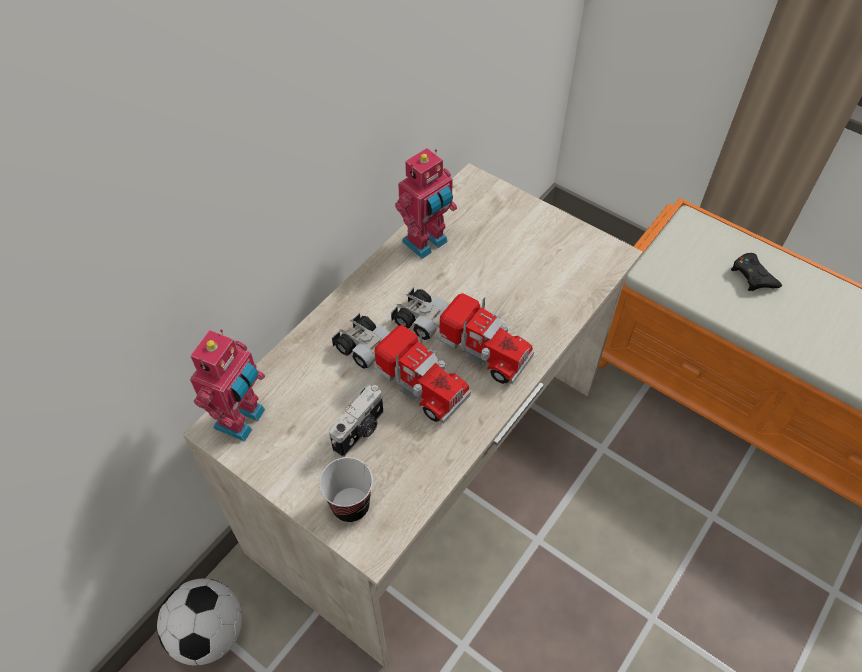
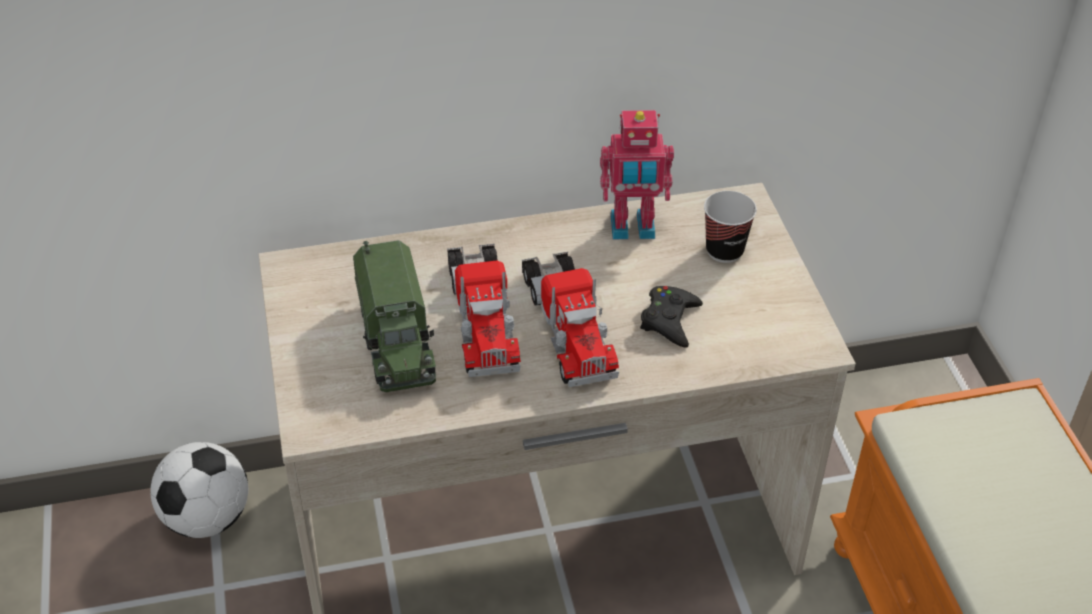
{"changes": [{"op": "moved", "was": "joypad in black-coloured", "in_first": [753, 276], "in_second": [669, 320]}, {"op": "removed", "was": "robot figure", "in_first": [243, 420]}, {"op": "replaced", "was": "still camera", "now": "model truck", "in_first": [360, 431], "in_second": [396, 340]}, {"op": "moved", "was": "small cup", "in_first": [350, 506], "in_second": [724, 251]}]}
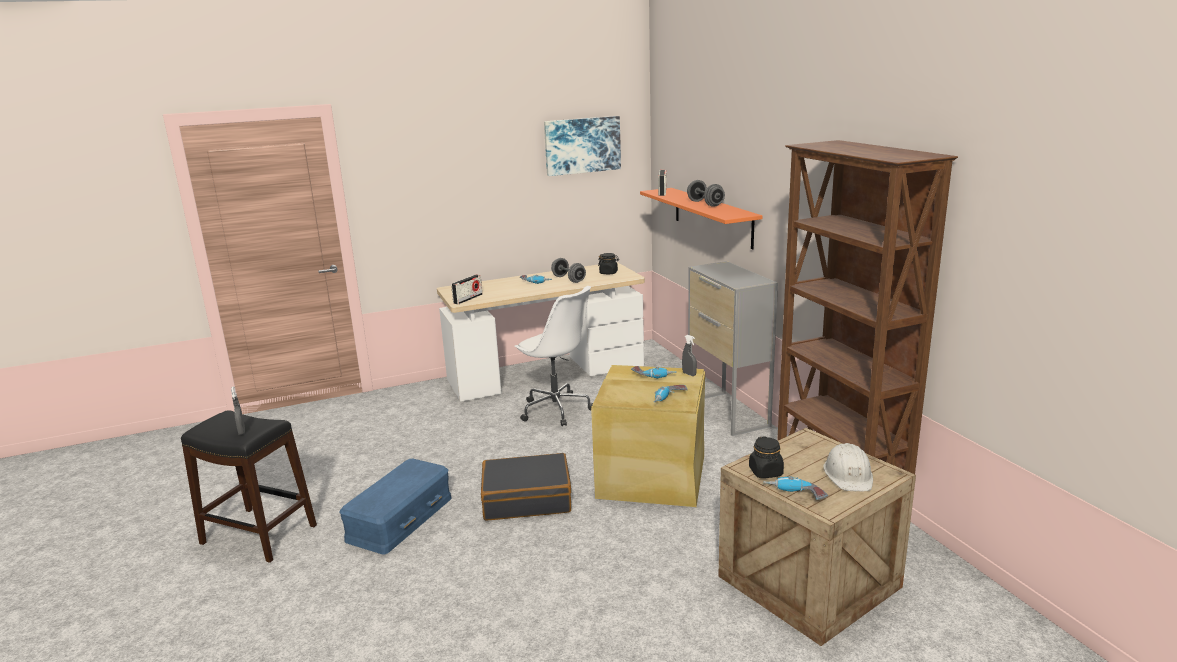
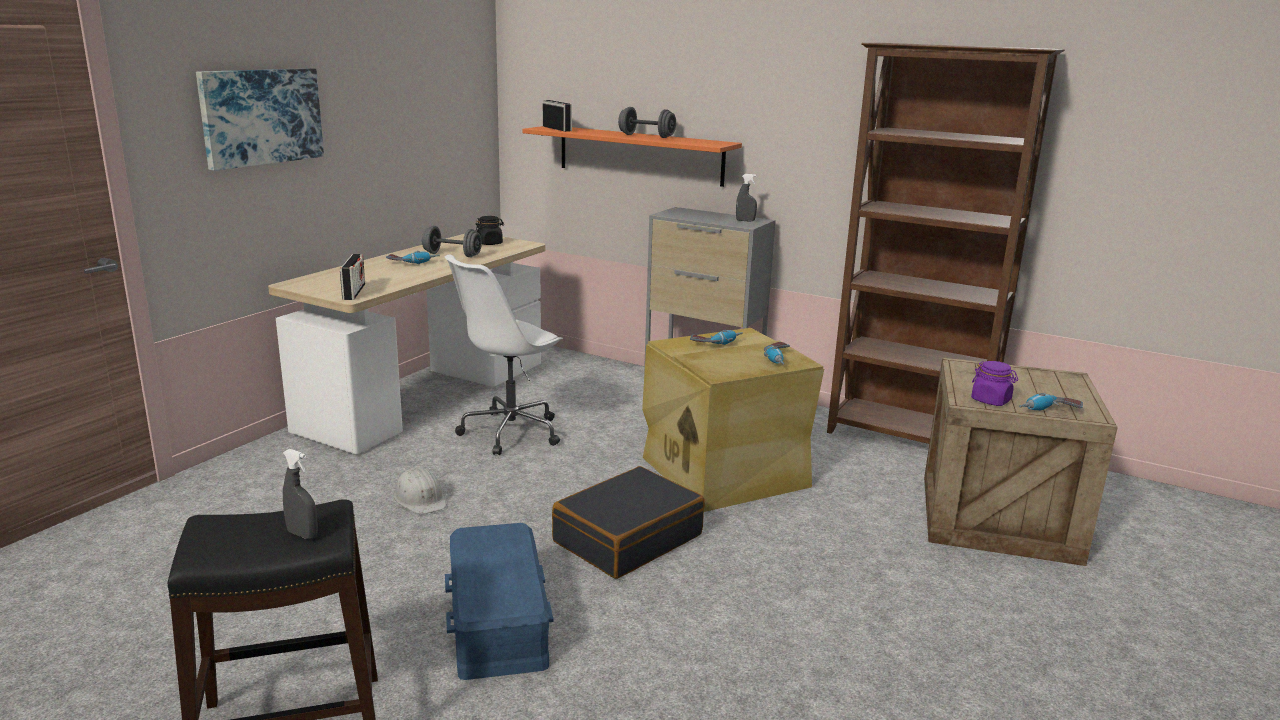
{"changes": [{"op": "moved", "was": "wall art", "in_first": [582, 145], "in_second": [261, 116]}, {"op": "turned", "was": "desk chair in white-coloured", "in_first": [557, 410], "in_second": [509, 433], "clockwise": 135}, {"op": "moved", "was": "spray bottle in gray", "in_first": [689, 374], "in_second": [745, 220]}, {"op": "recoloured", "was": "jar in black-coloured", "now": "jar in purple-coloured", "in_first": [766, 472], "in_second": [991, 400]}, {"op": "moved", "was": "hard hat in white-coloured", "in_first": [848, 475], "in_second": [420, 499]}]}
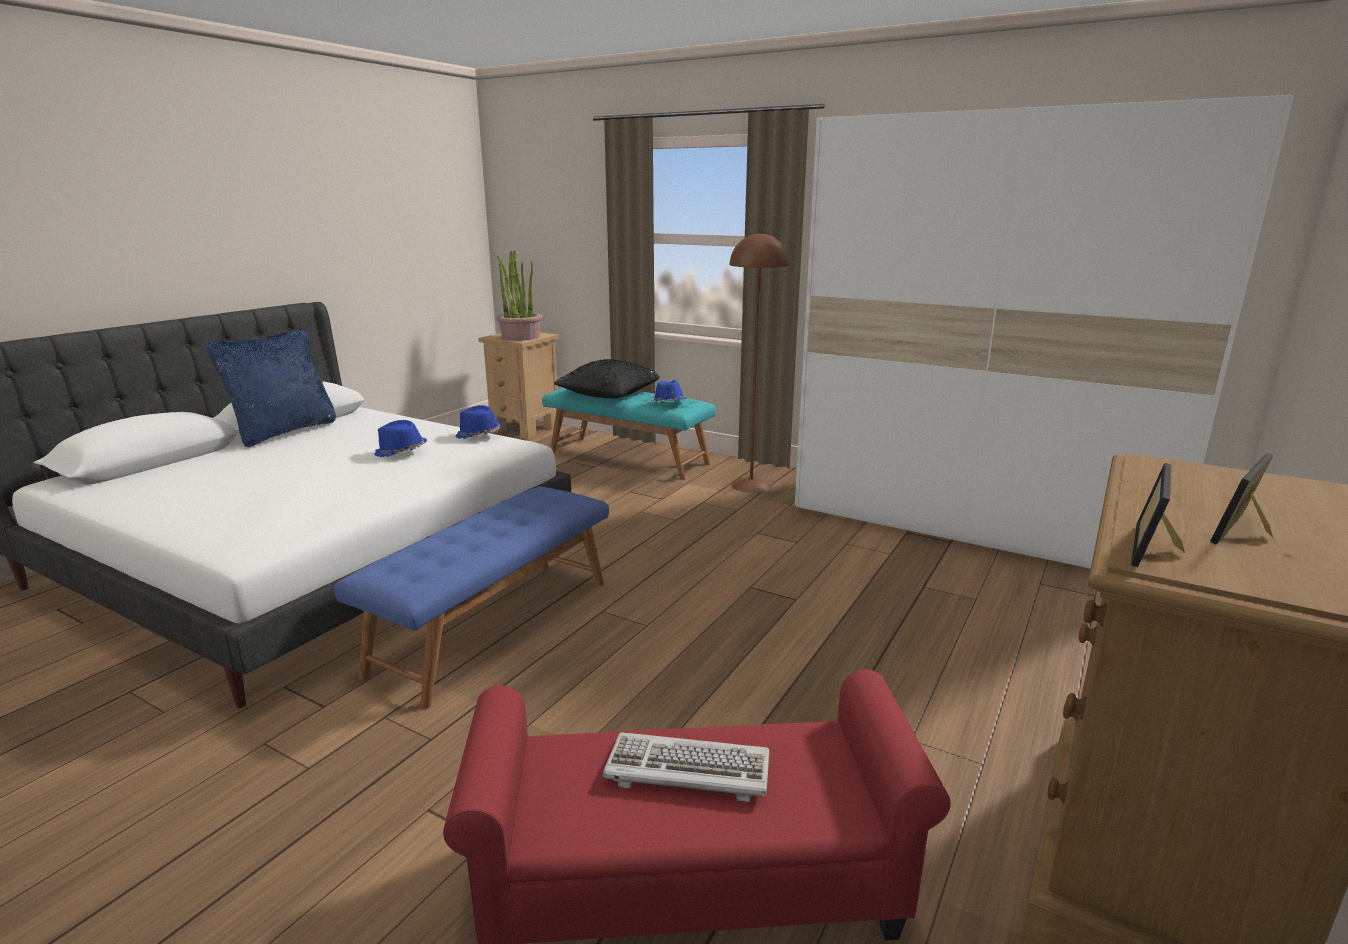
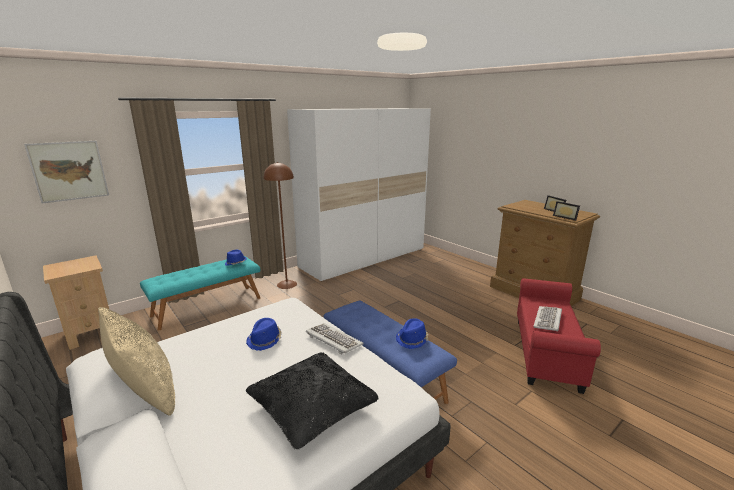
{"changes": [{"op": "removed", "was": "plant in a pot", "in_first": [520, 337]}, {"op": "recoloured", "was": "throw pillow in bluish", "now": "throw pillow in beige", "in_first": [286, 433], "in_second": [146, 395]}, {"op": "moved", "was": "throw pillow in black-coloured", "in_first": [609, 393], "in_second": [312, 406]}, {"op": "moved", "was": "hat in bluish", "in_first": [479, 435], "in_second": [412, 339]}, {"op": "added", "now": "wall art", "in_second": [69, 171]}, {"op": "added", "now": "PC keyboard", "in_second": [333, 340]}]}
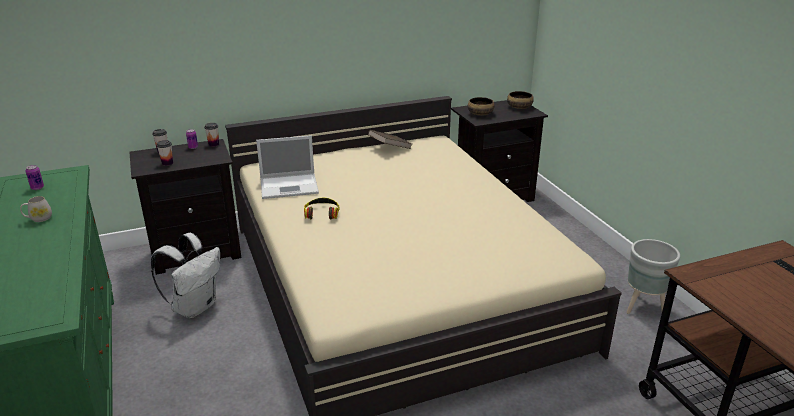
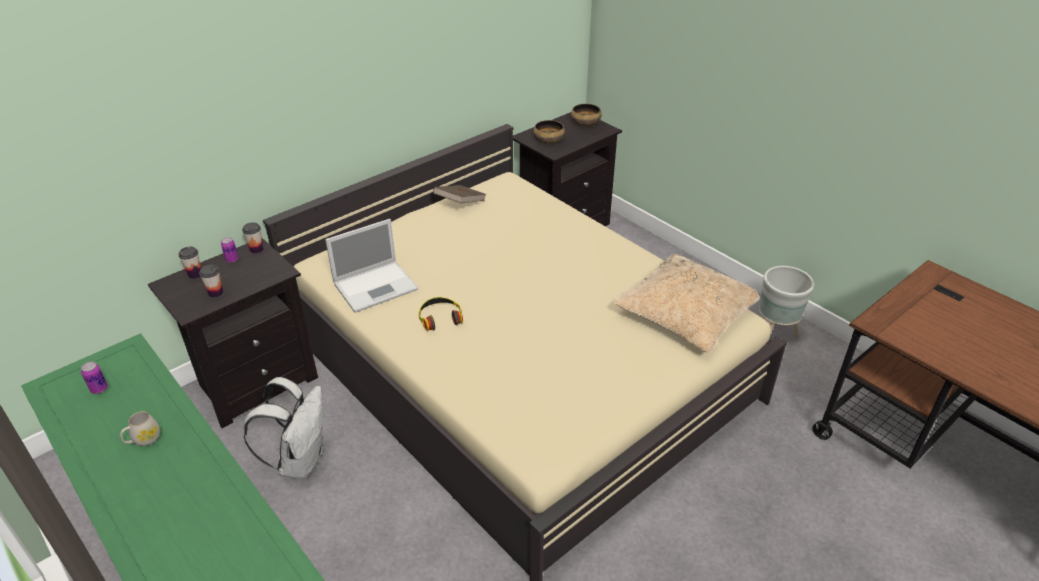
{"changes": [{"op": "added", "now": "throw pillow in beige", "in_second": [686, 313]}]}
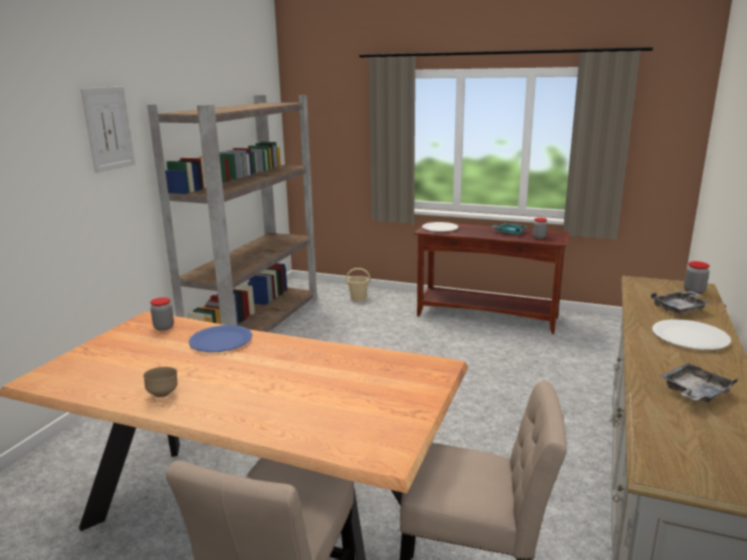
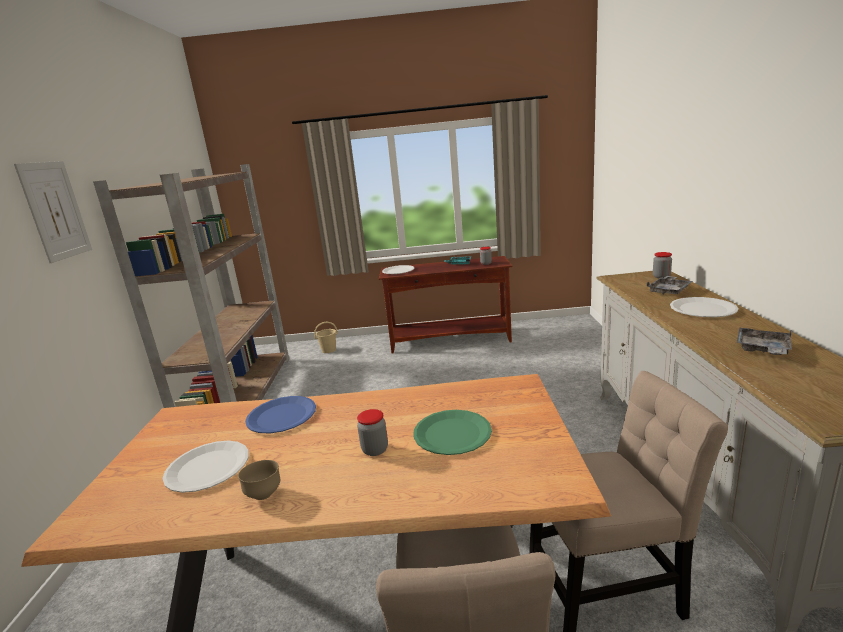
{"changes": [{"op": "moved", "was": "jar", "in_first": [164, 327], "in_second": [375, 450]}, {"op": "added", "now": "dinner plate in greenish", "in_second": [452, 433]}, {"op": "added", "now": "dinner plate in white-coloured", "in_second": [208, 467]}]}
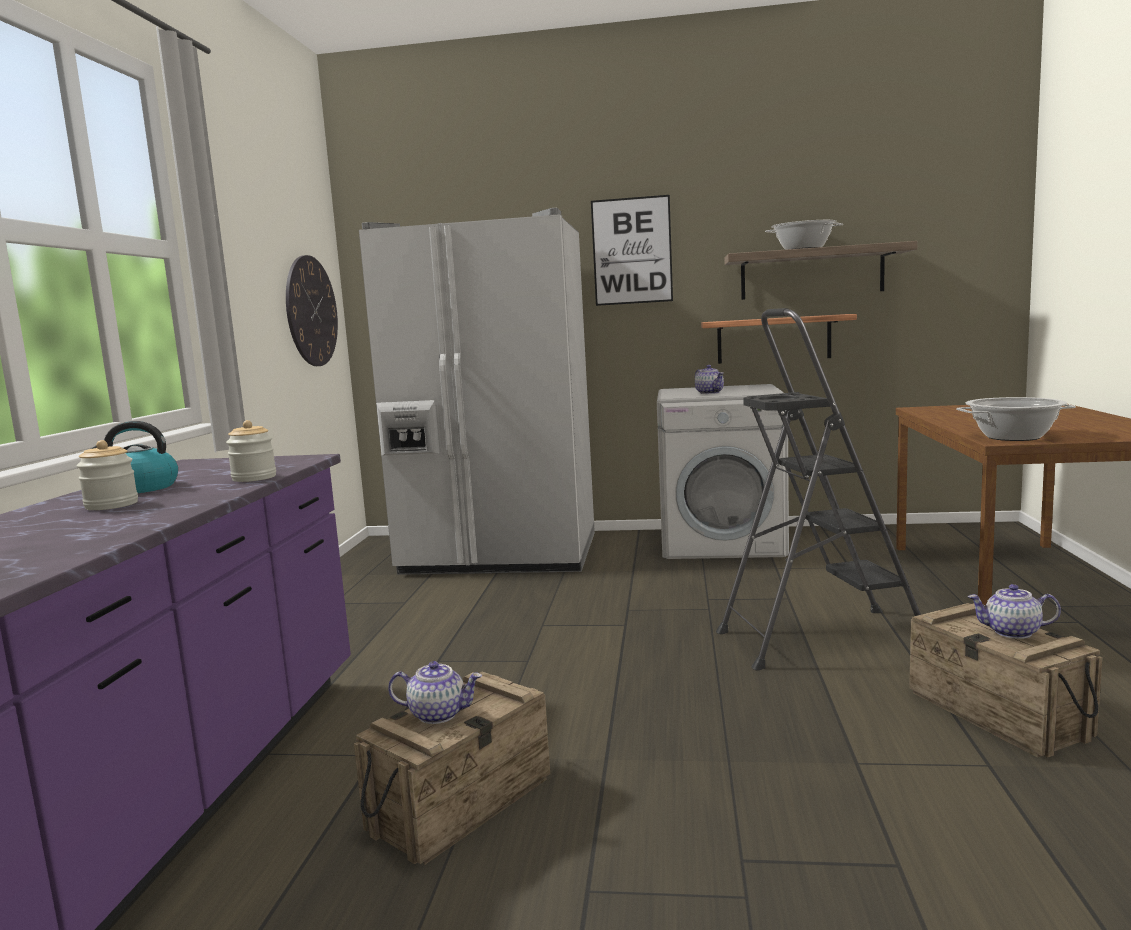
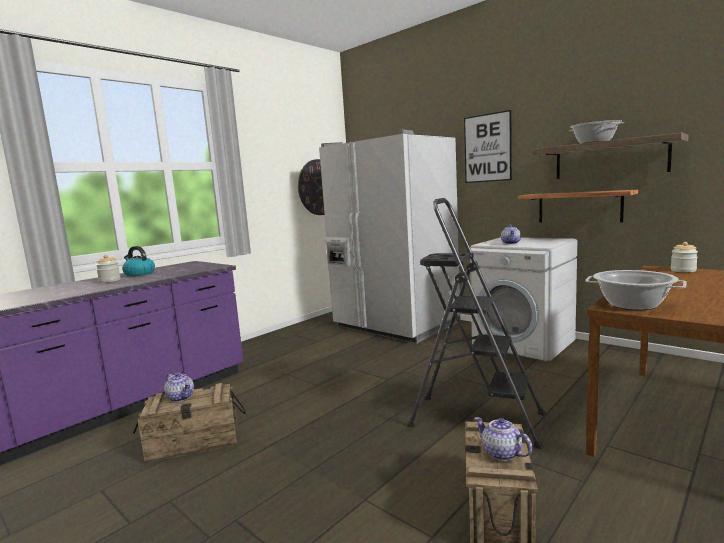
{"changes": [{"op": "moved", "was": "jar", "in_first": [254, 478], "in_second": [683, 270]}]}
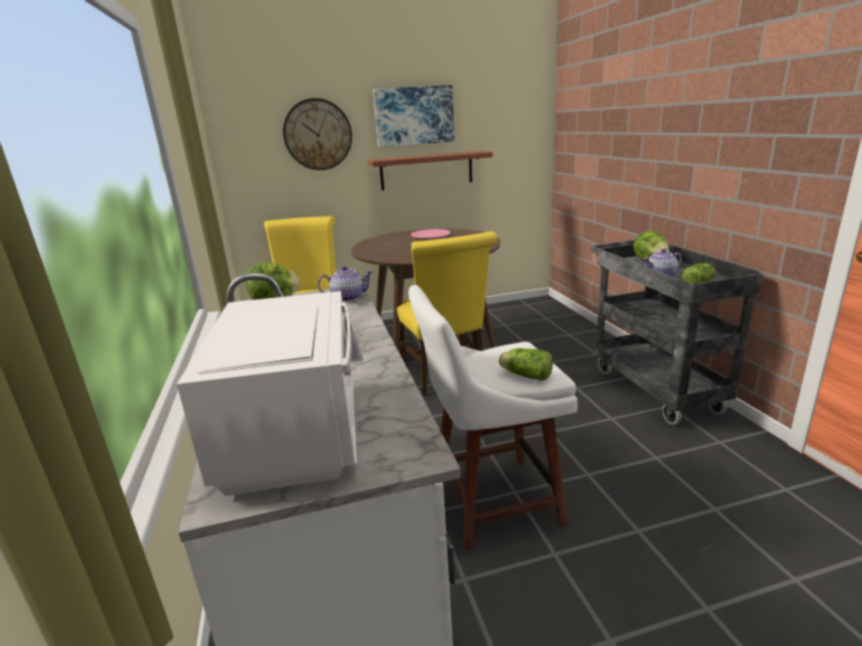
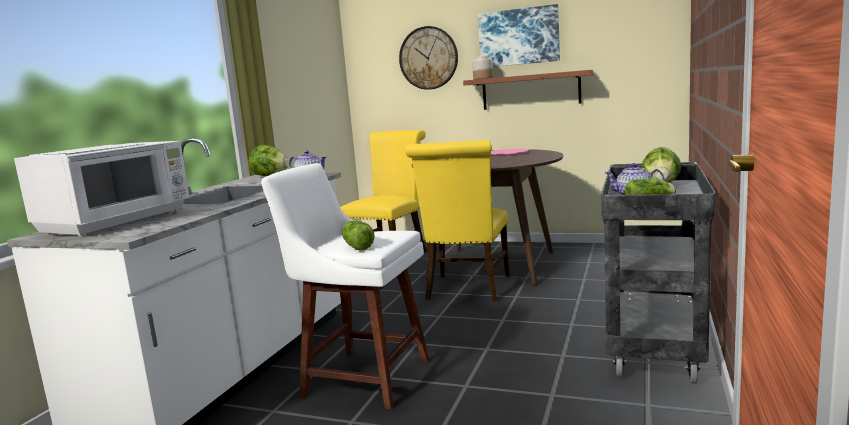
{"changes": [{"op": "added", "now": "jar", "in_second": [482, 78]}]}
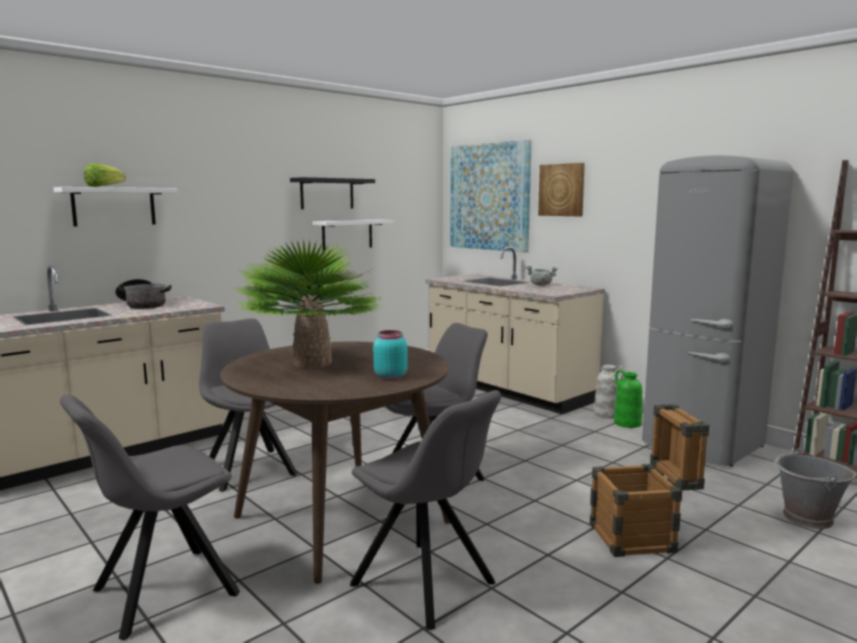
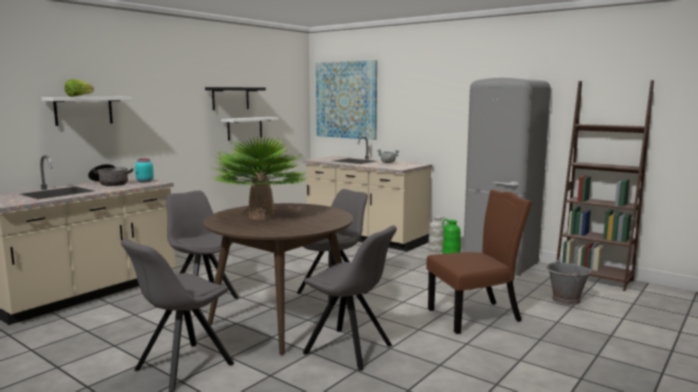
{"changes": [{"op": "removed", "was": "wall art", "in_first": [562, 190]}, {"op": "moved", "was": "jar in blue-green", "in_first": [389, 376], "in_second": [144, 181]}, {"op": "replaced", "was": "packing crate", "now": "plain chair in brown-coloured", "in_first": [642, 537], "in_second": [473, 316]}]}
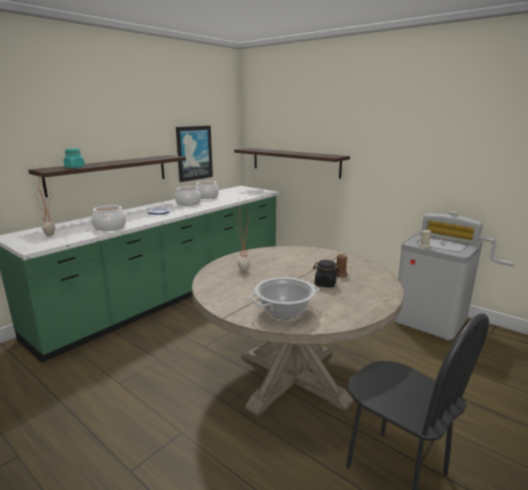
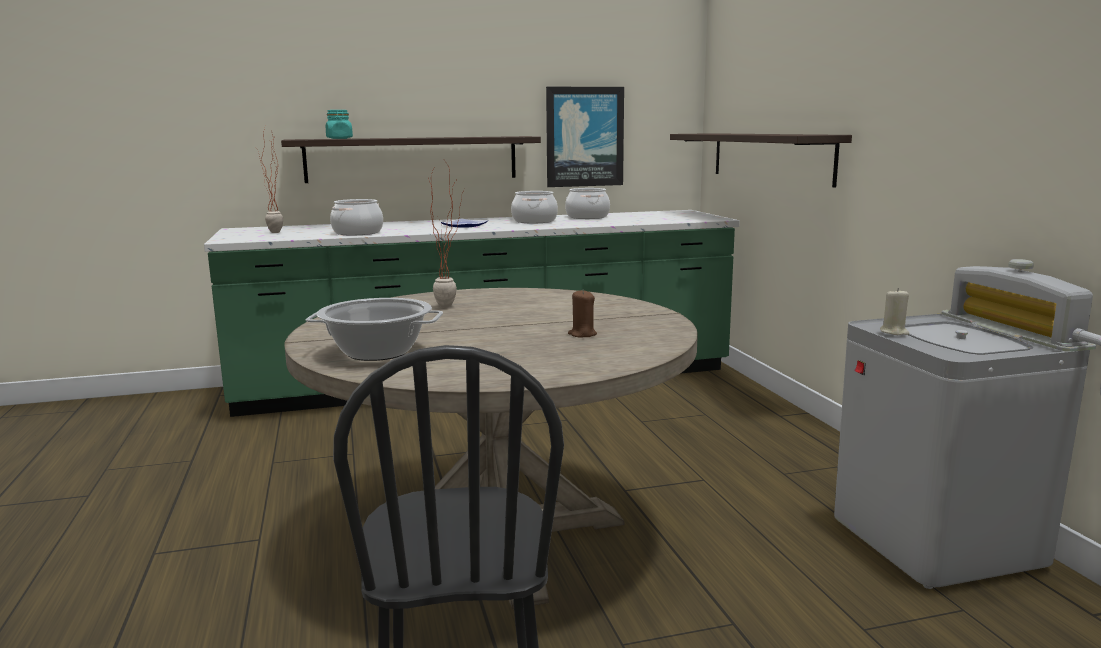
{"changes": [{"op": "removed", "was": "jar in black-coloured", "in_first": [325, 284]}]}
